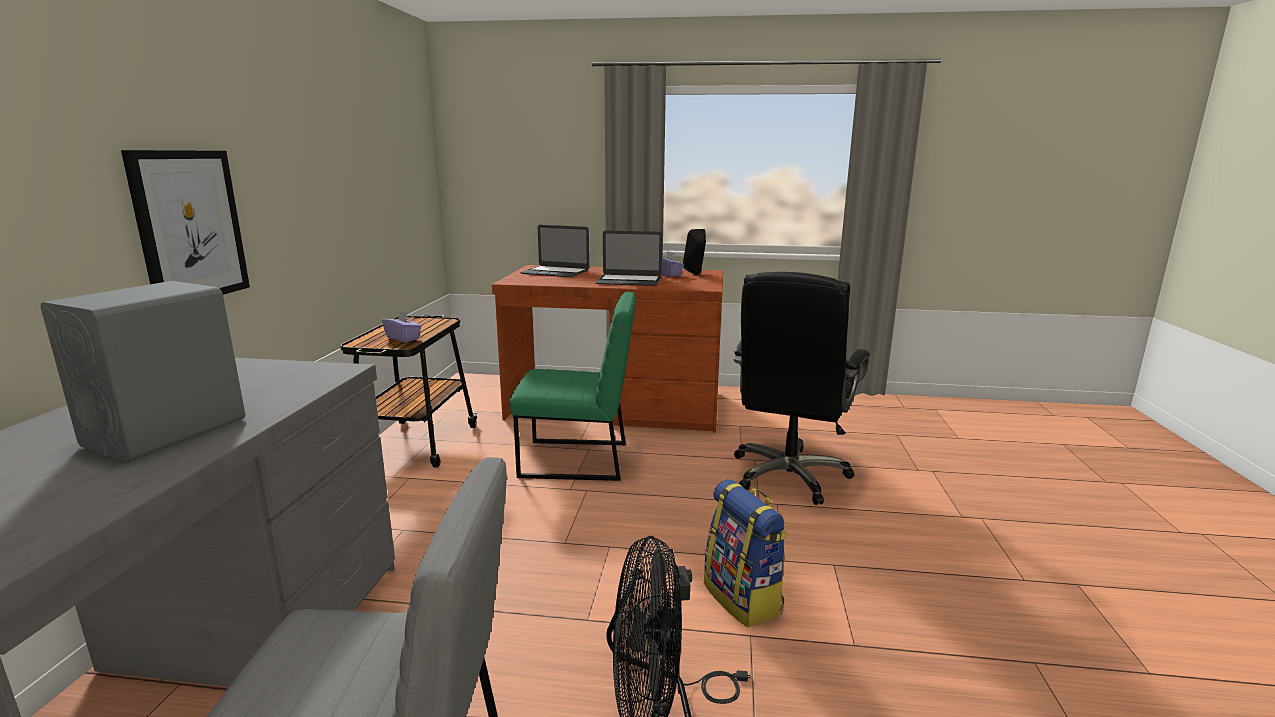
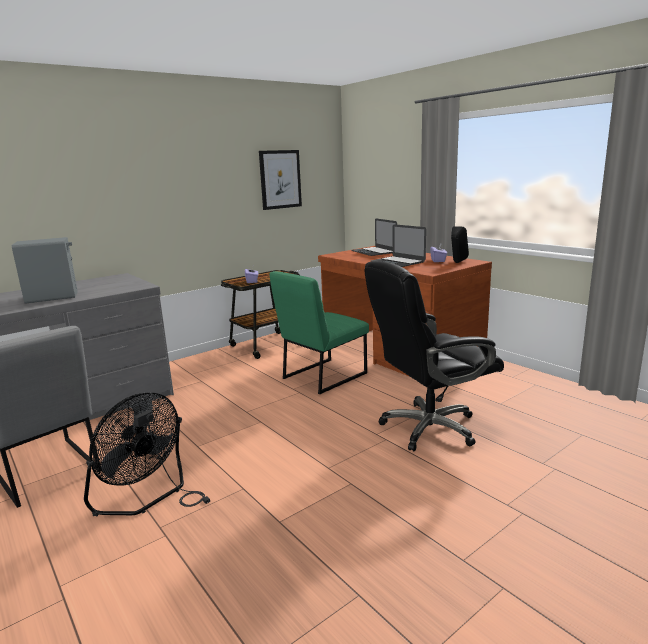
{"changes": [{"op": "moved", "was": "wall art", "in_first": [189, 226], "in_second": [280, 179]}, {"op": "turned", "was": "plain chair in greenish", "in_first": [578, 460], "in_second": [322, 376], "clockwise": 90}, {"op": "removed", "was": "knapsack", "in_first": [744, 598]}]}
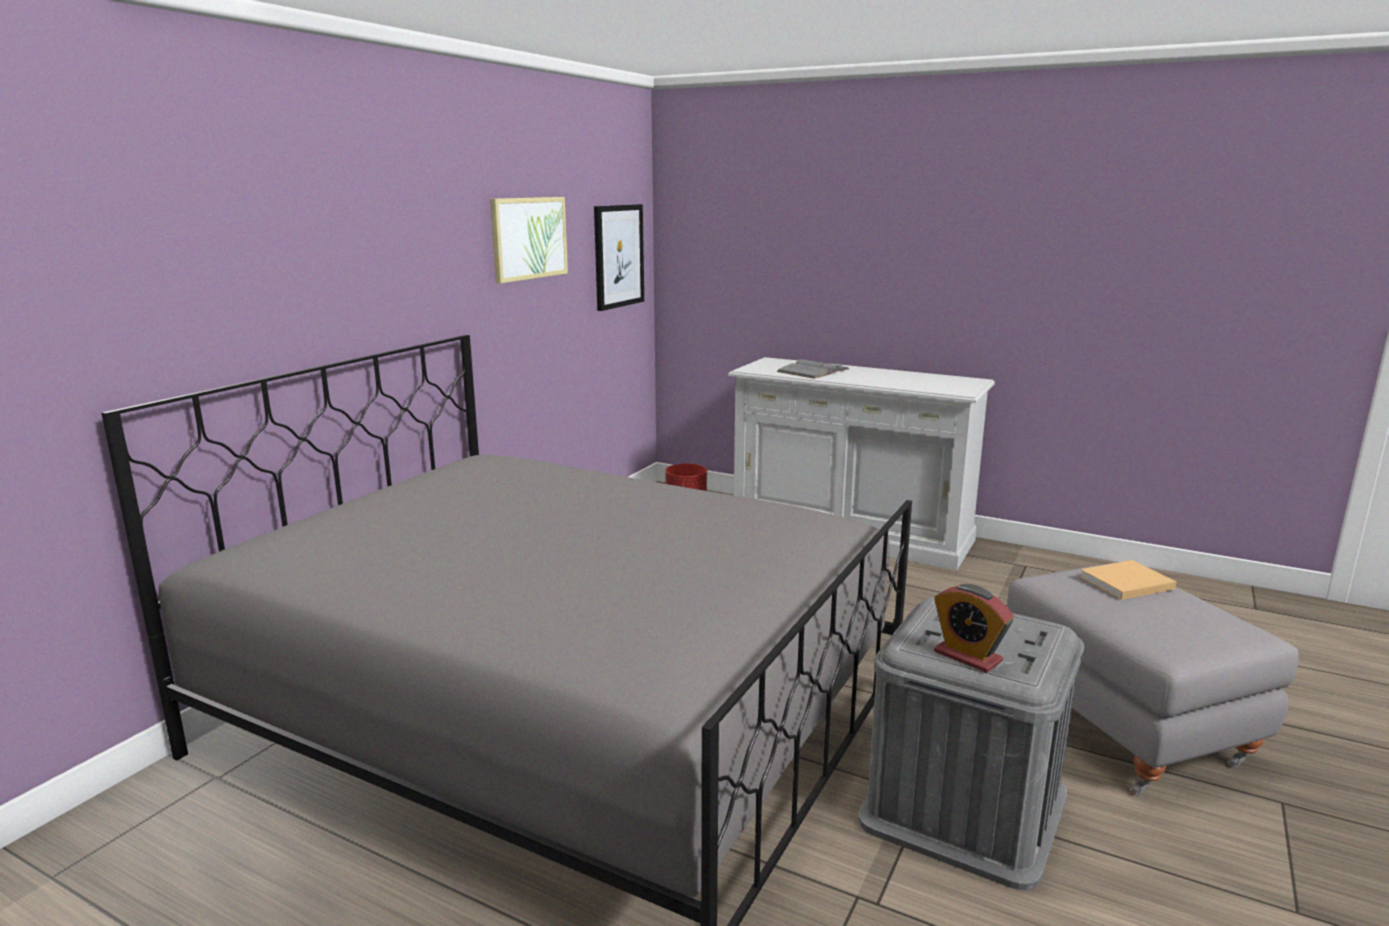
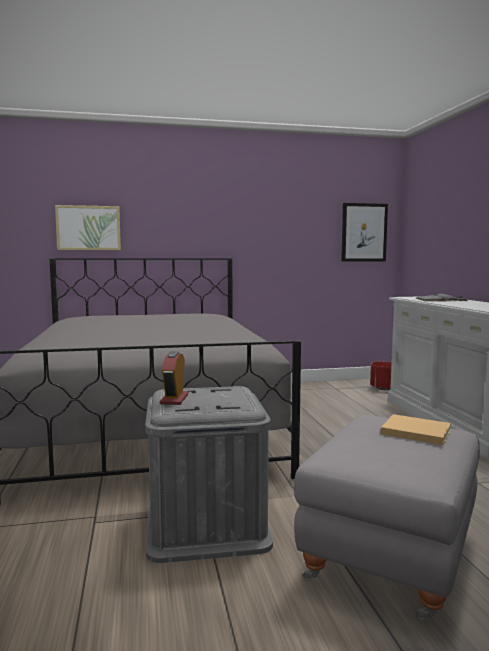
{"changes": [{"op": "moved", "was": "wall art", "in_first": [528, 238], "in_second": [88, 228]}]}
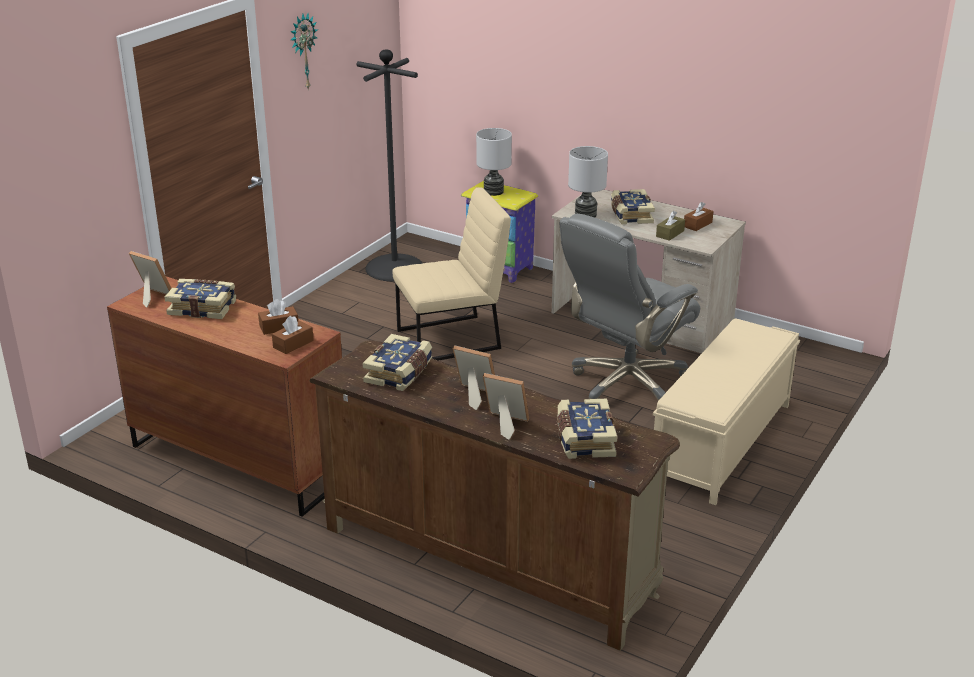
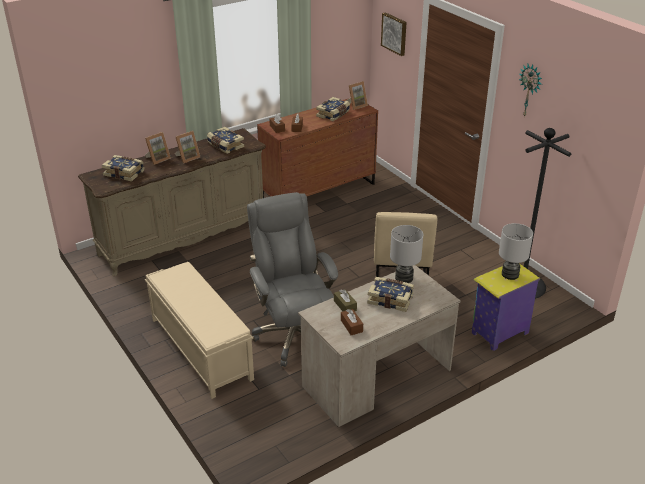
{"changes": [{"op": "added", "now": "wall art", "in_second": [394, 33]}]}
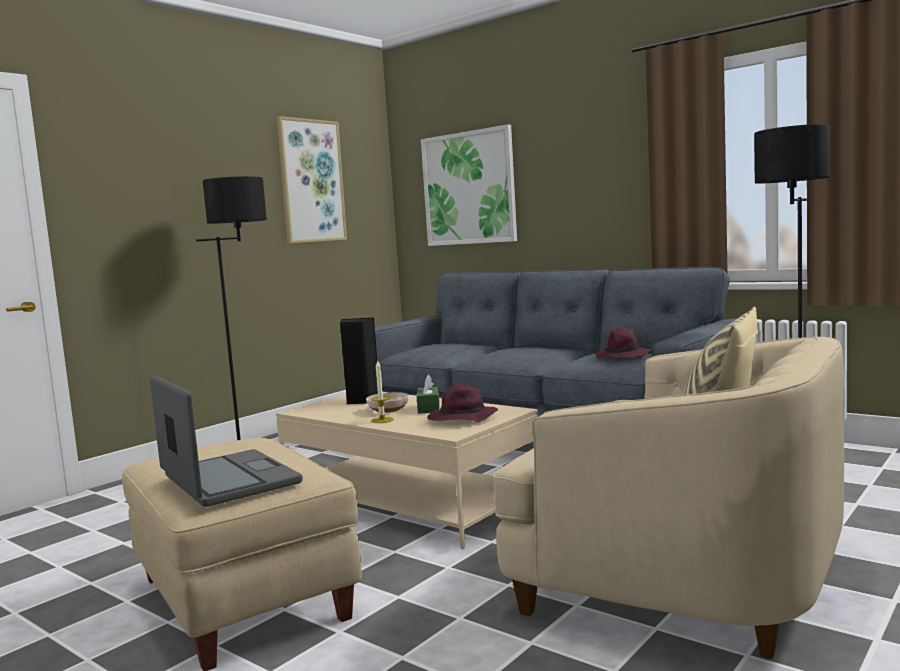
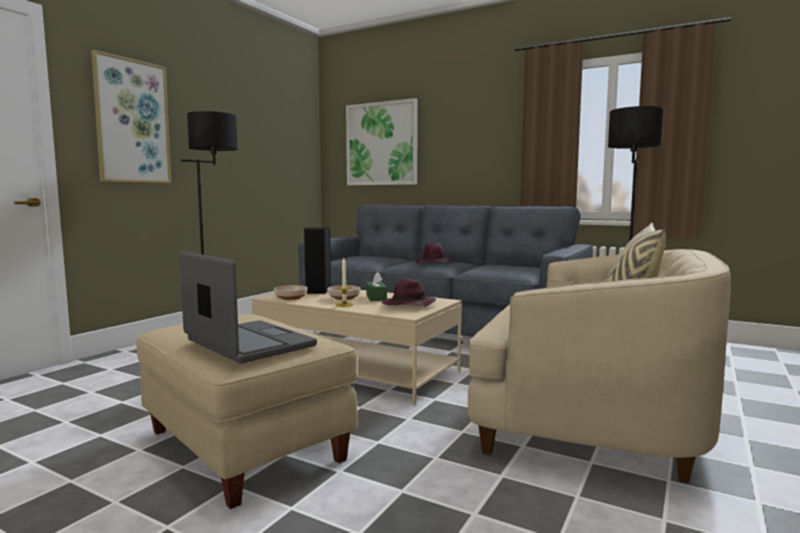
{"changes": [{"op": "moved", "was": "wall art", "in_first": [311, 181], "in_second": [132, 121]}, {"op": "moved", "was": "hat in purple-coloured", "in_first": [623, 356], "in_second": [434, 262]}, {"op": "added", "now": "serving bowl", "in_second": [291, 298]}]}
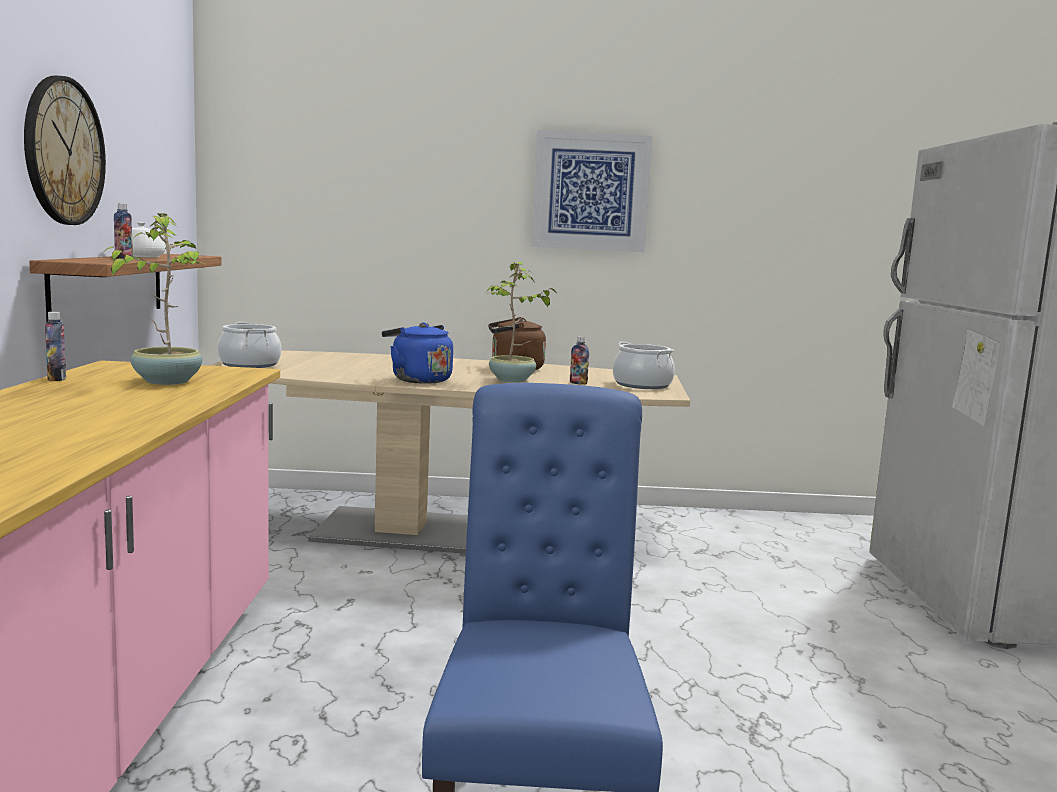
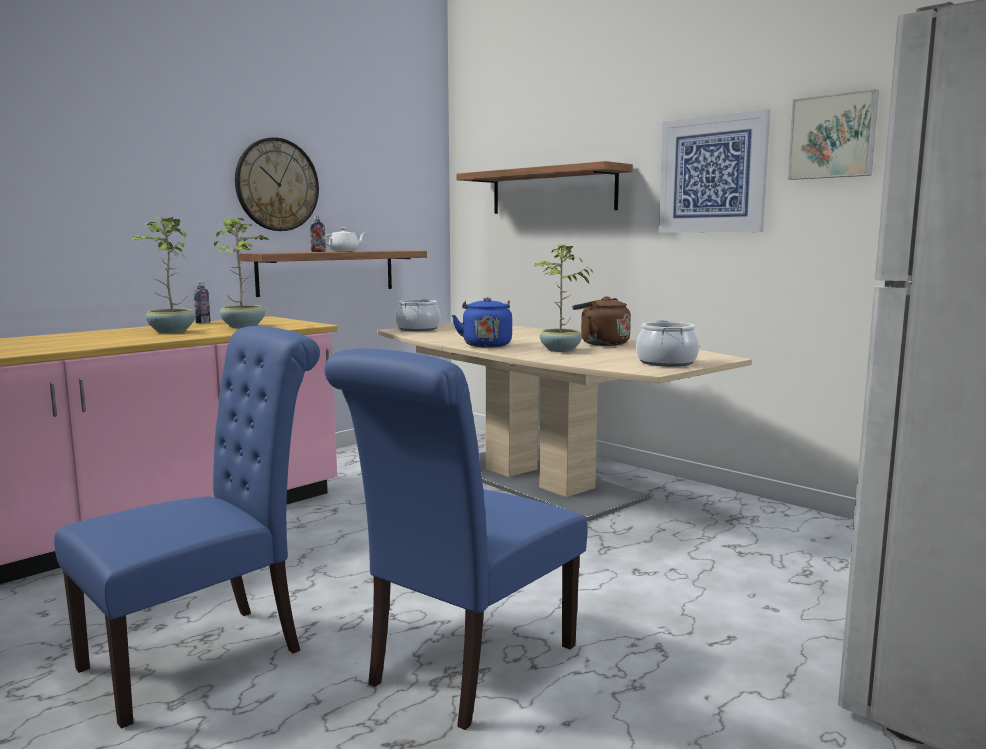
{"changes": [{"op": "removed", "was": "bottle", "in_first": [578, 383]}, {"op": "added", "now": "wall art", "in_second": [833, 137]}, {"op": "added", "now": "wall shelf", "in_second": [552, 191]}, {"op": "added", "now": "plant in a pot", "in_second": [170, 331]}, {"op": "added", "now": "plain chair in bluish", "in_second": [464, 669]}]}
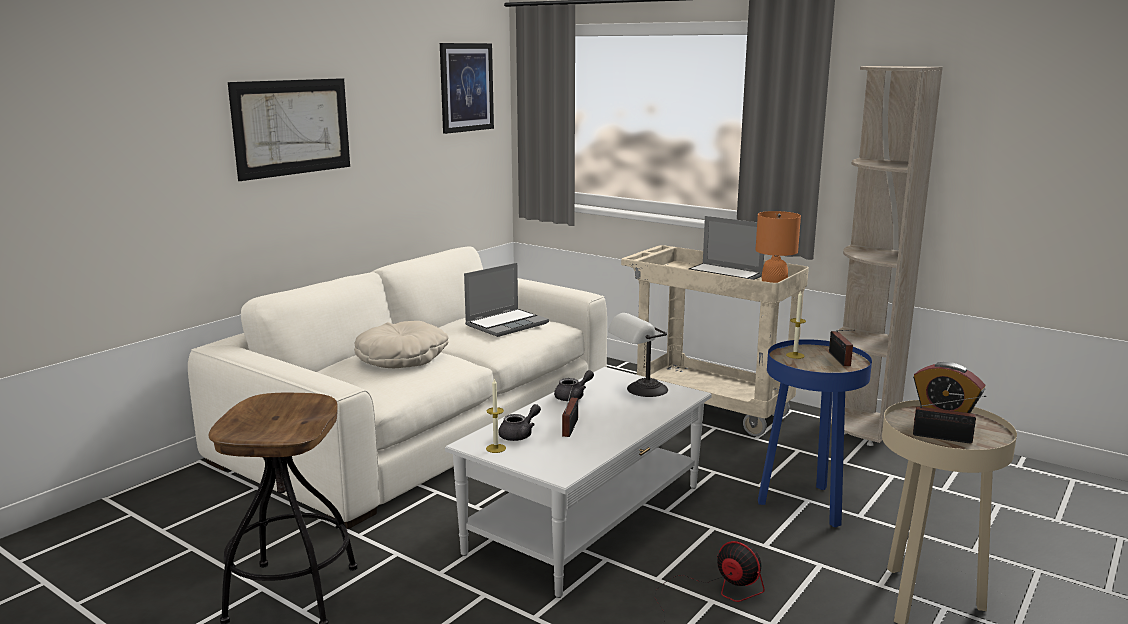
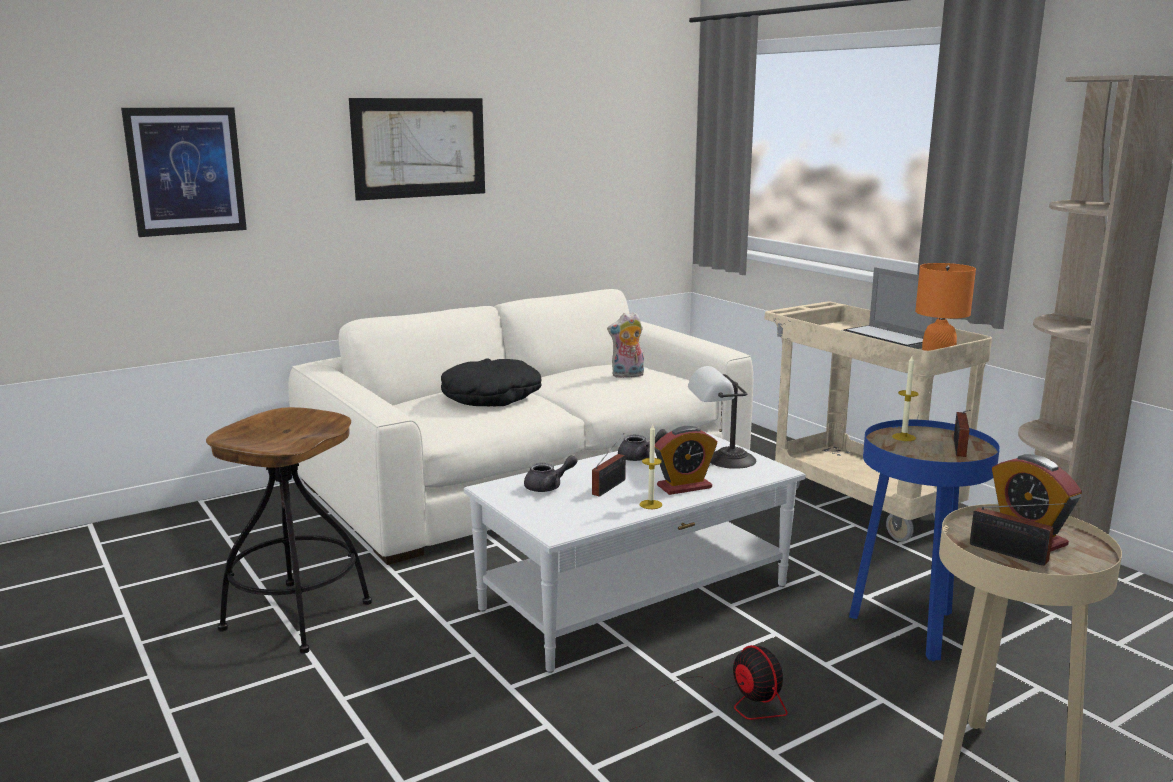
{"changes": [{"op": "moved", "was": "wall art", "in_first": [466, 87], "in_second": [186, 171]}, {"op": "replaced", "was": "laptop", "now": "soft toy", "in_first": [507, 324], "in_second": [627, 375]}, {"op": "recoloured", "was": "throw pillow in beige", "now": "throw pillow in black-coloured", "in_first": [400, 358], "in_second": [489, 397]}, {"op": "moved", "was": "wax light", "in_first": [496, 448], "in_second": [650, 504]}, {"op": "added", "now": "table clock", "in_second": [684, 487]}]}
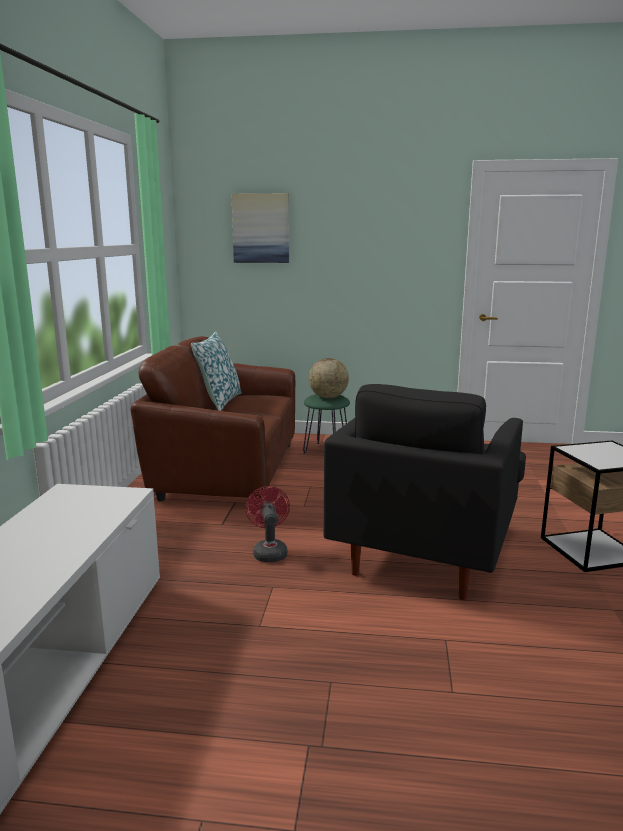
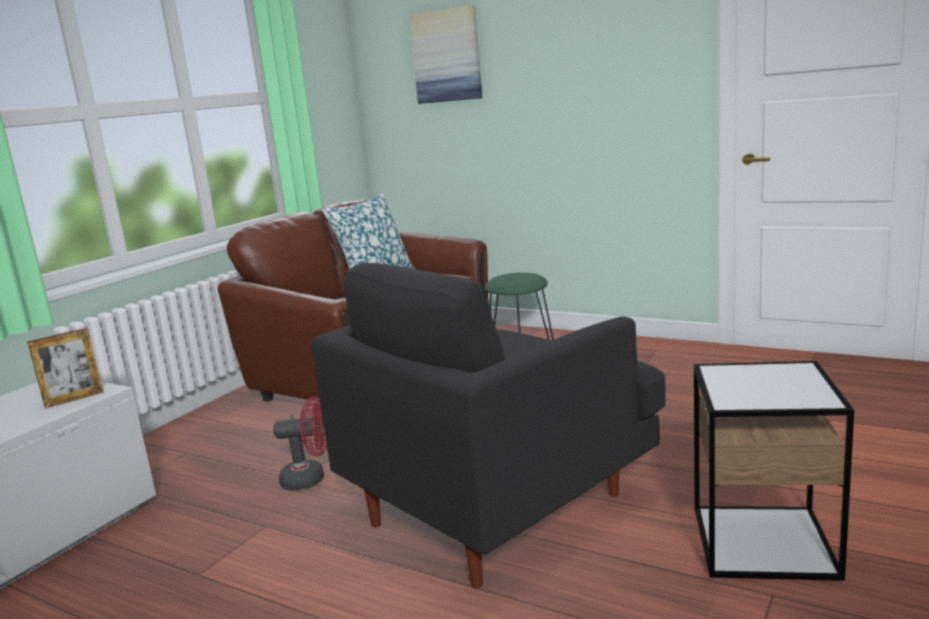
{"changes": [{"op": "removed", "was": "globe", "in_first": [328, 397]}, {"op": "turned", "was": "electric fan in reddish", "in_first": [269, 551], "in_second": [310, 479], "clockwise": 75}, {"op": "added", "now": "picture frame", "in_second": [74, 399]}]}
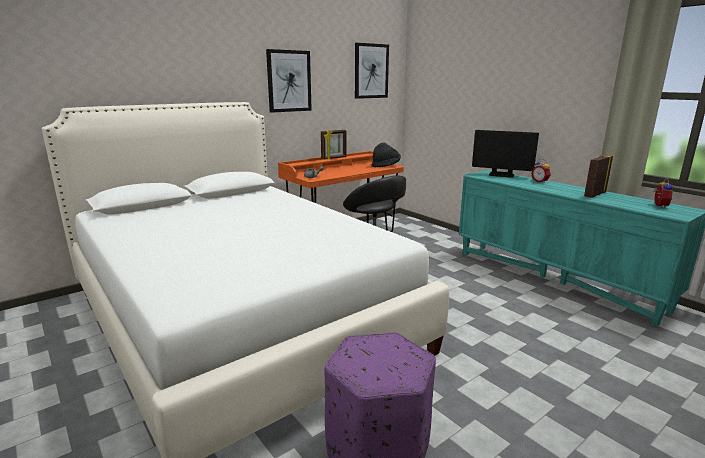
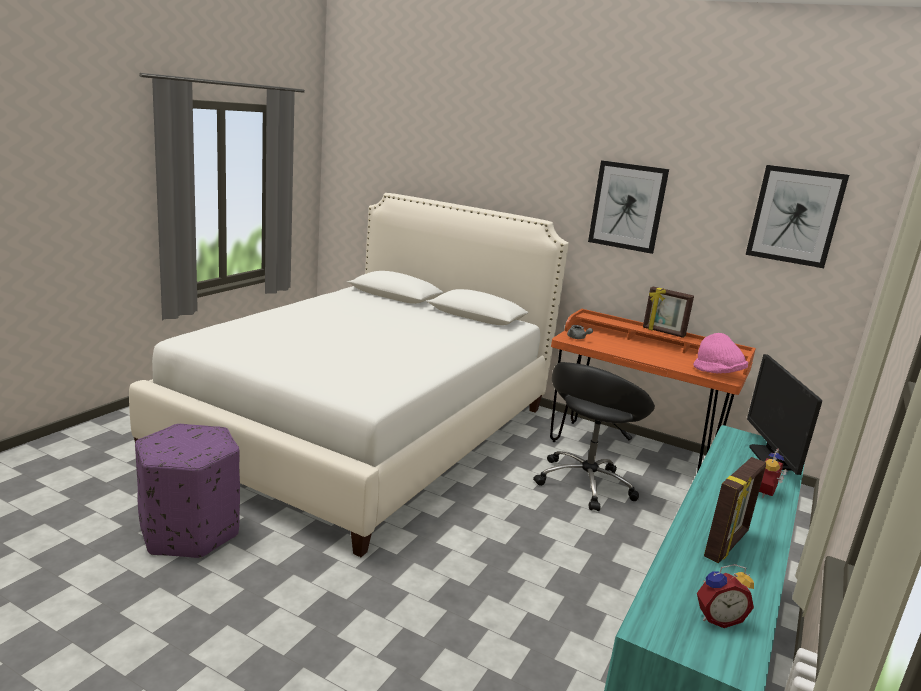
{"changes": [{"op": "recoloured", "was": "hat in black-coloured", "now": "hat in pinkish", "in_first": [386, 166], "in_second": [718, 373]}, {"op": "turned", "was": "picture frame", "in_first": [594, 194], "in_second": [727, 545], "clockwise": 105}]}
